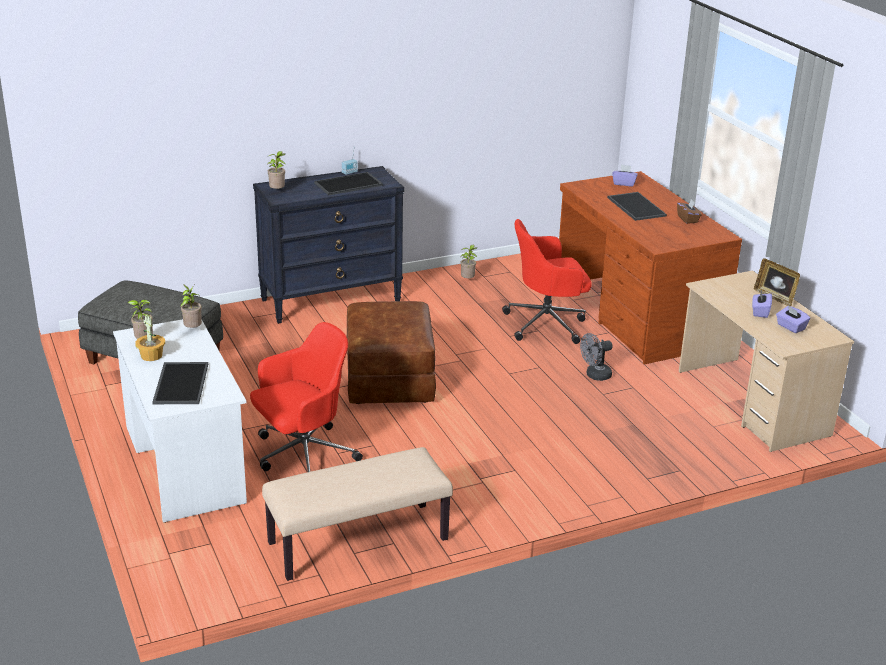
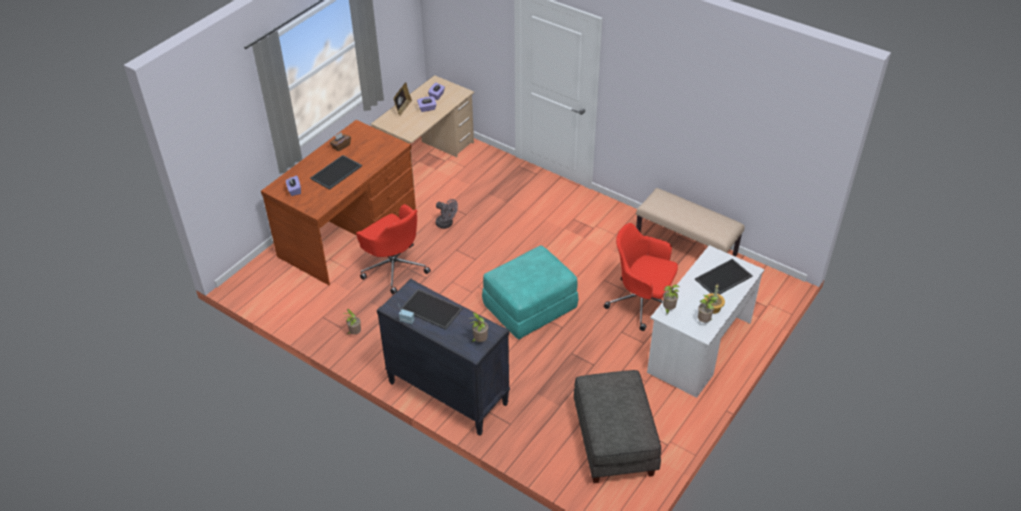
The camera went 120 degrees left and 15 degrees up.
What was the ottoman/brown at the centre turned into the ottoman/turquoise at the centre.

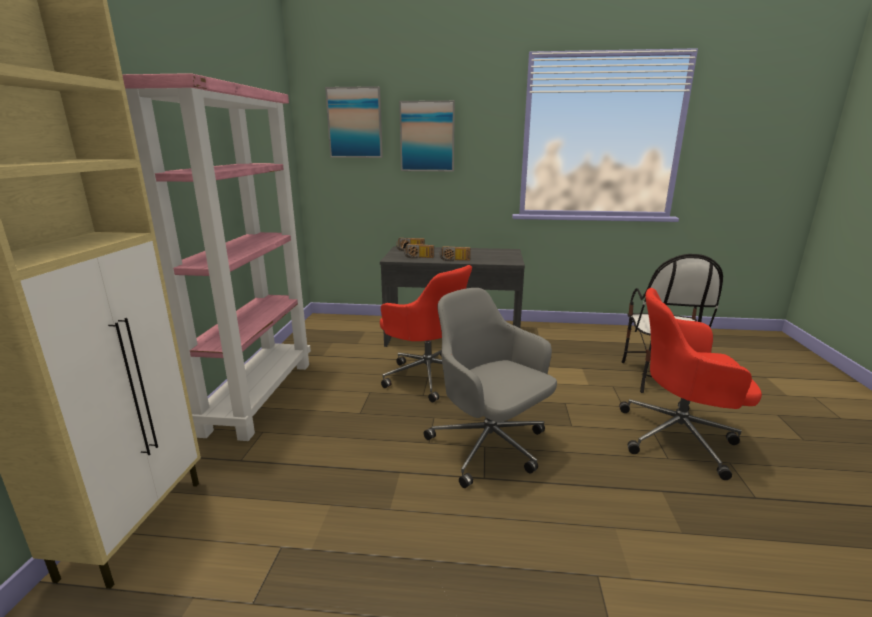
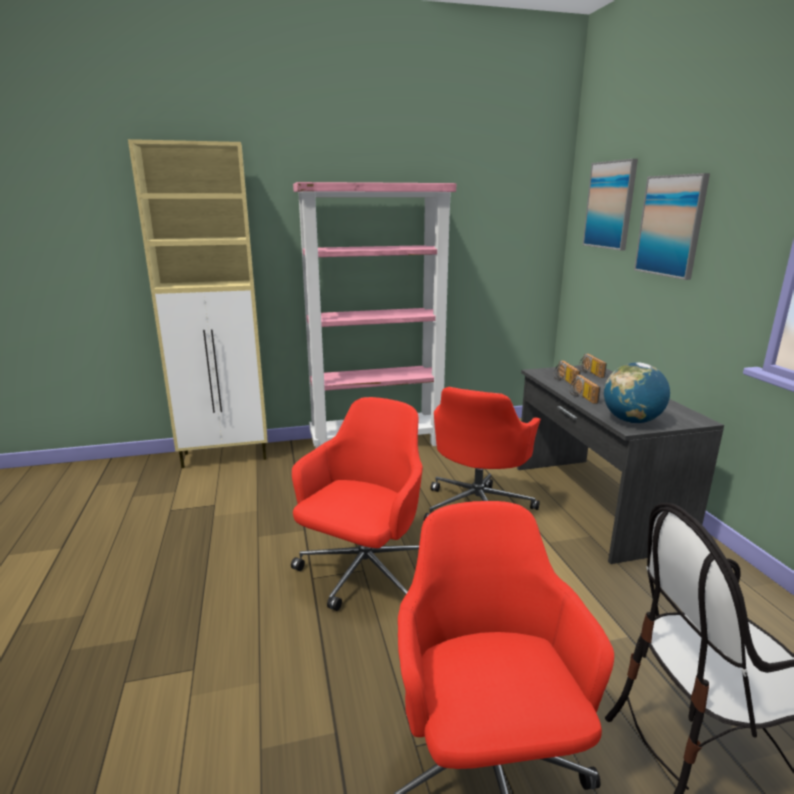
The camera went 70 degrees right and 0 degrees up.
What was the office chair/grey at the centre turned into the office chair/red (no. 1 from left) at the centre.
The second view gained the globe at the middle right.

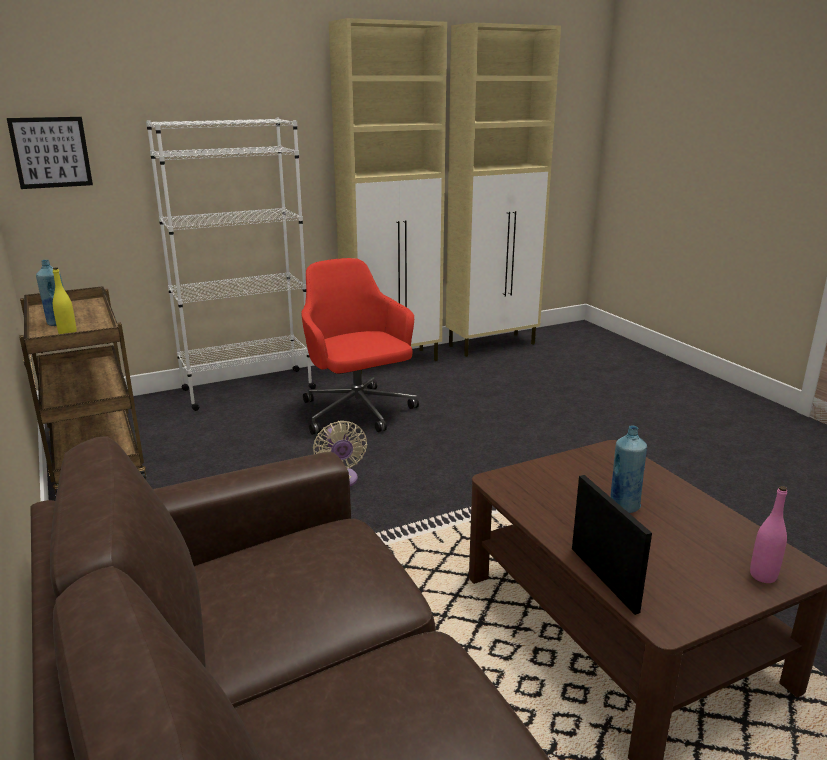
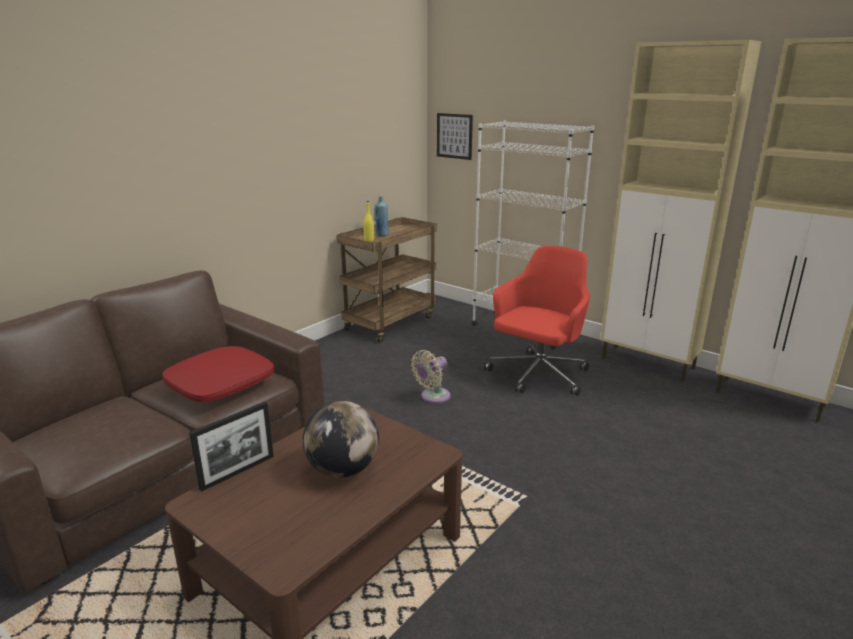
The camera went 65 degrees right and 0 degrees up.
The second view gained the pillow/red at the middle left.
Where the bottle/blue (no. 2 from left) stood at the middle right, the globe came to stand at the bottom centre.
The second view lost the bottle/pink at the bottom right.

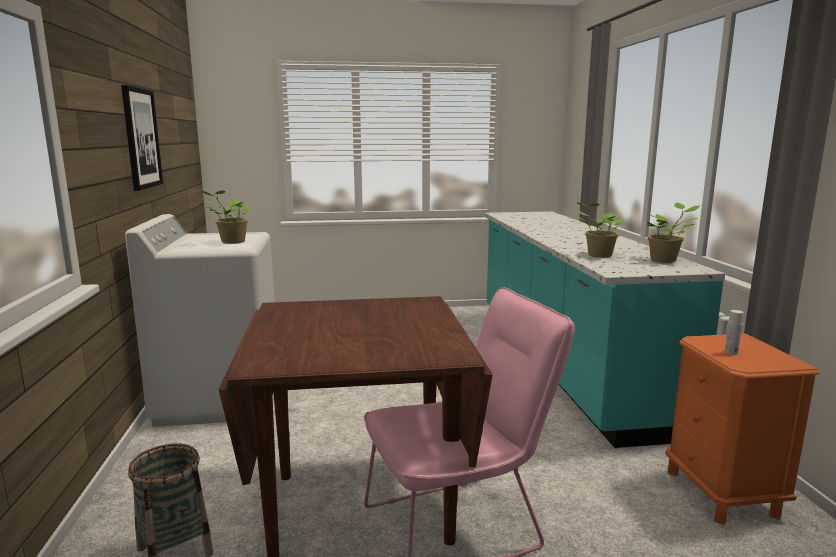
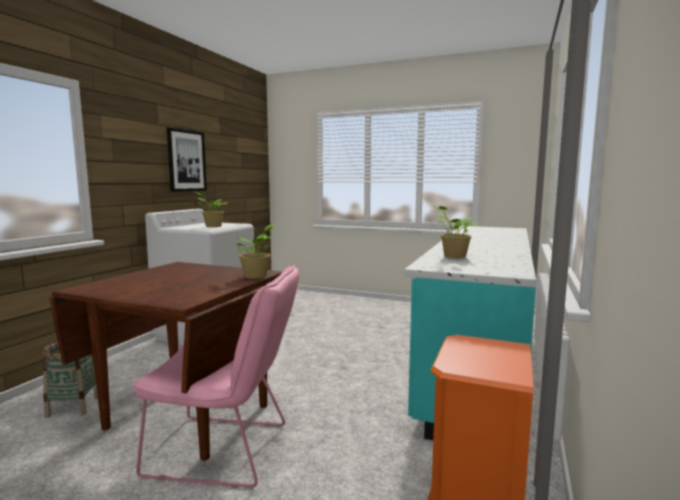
The camera went 30 degrees right and 5 degrees down.
The potted plant (no. 3 from left in the first image) ended up elsewhere, having gone from the middle right to the centre.
The second view lost the bottle/white at the middle right.

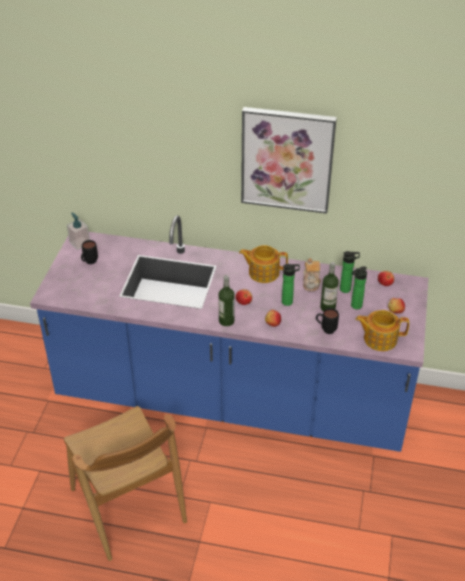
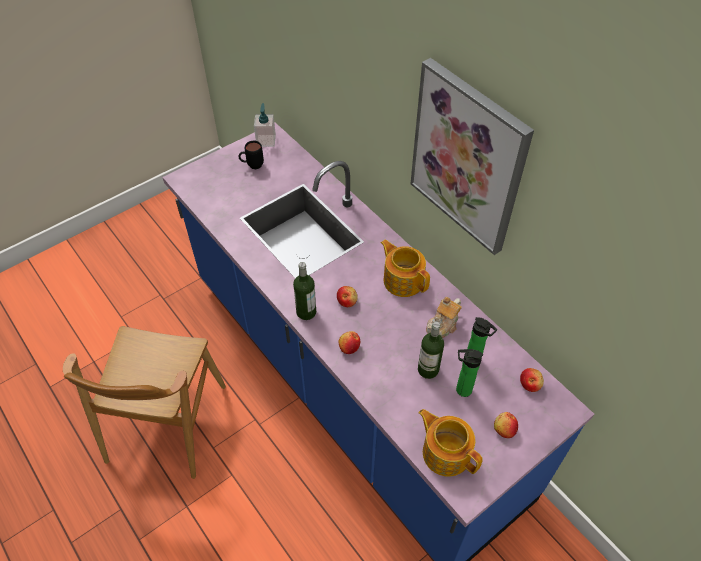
The camera went 40 degrees right and 10 degrees up.
The second view lost the bottle (no. 2 from left) at the centre.
The second view lost the mug/black (no. 2 from left) at the middle right.

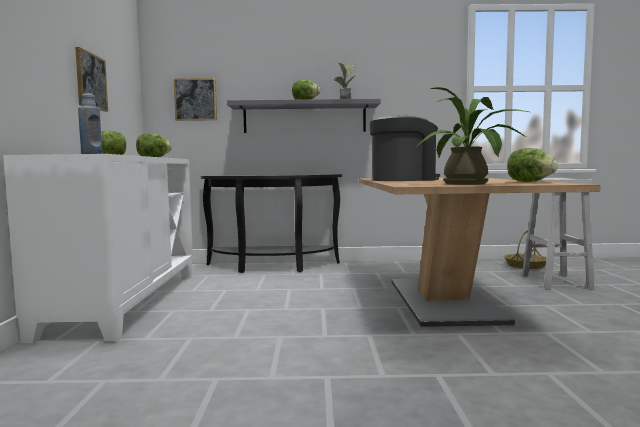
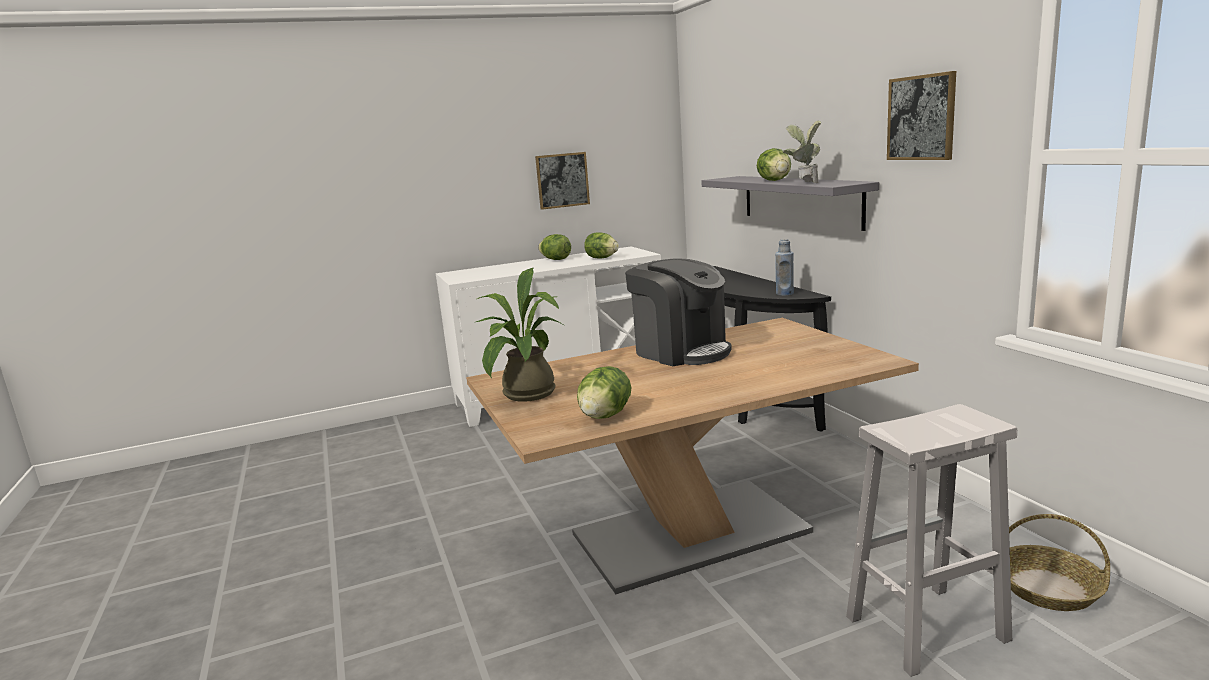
The camera went 70 degrees right and 10 degrees up.
The bottle/blue ended up elsewhere, having gone from the top left to the centre.
The picture (no. 2 from left) ended up elsewhere, having gone from the top left to the top right.

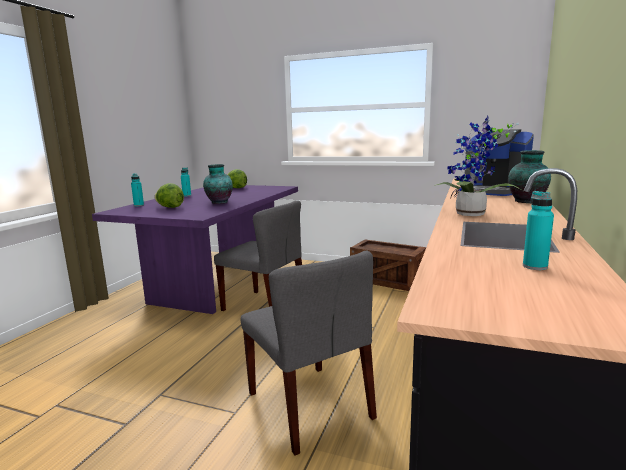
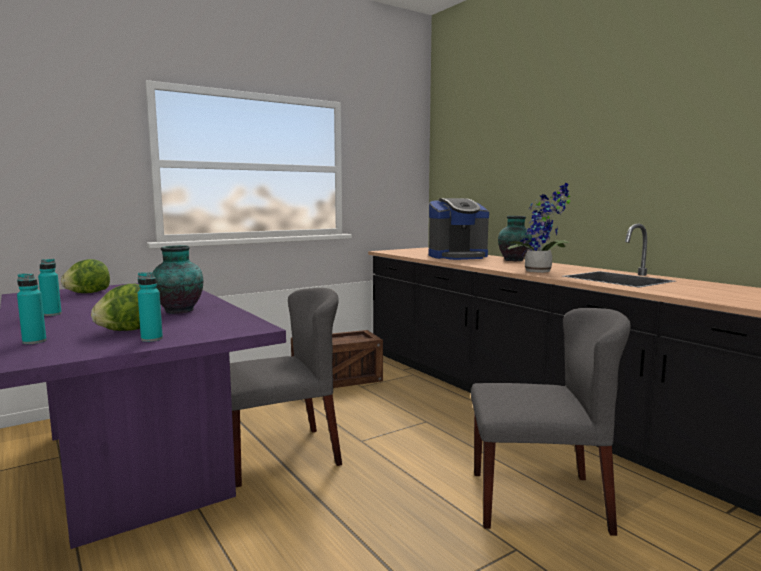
The camera went 55 degrees left and 5 degrees down.
The bottle/turquoise (no. 3 from left) ended up elsewhere, having gone from the middle right to the middle left.

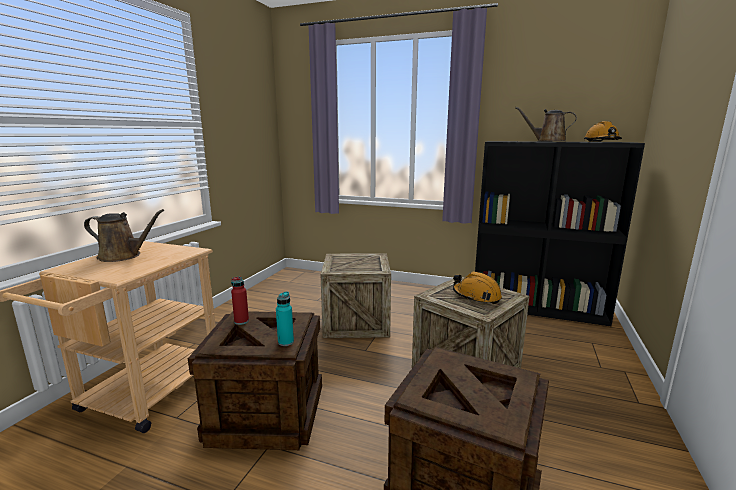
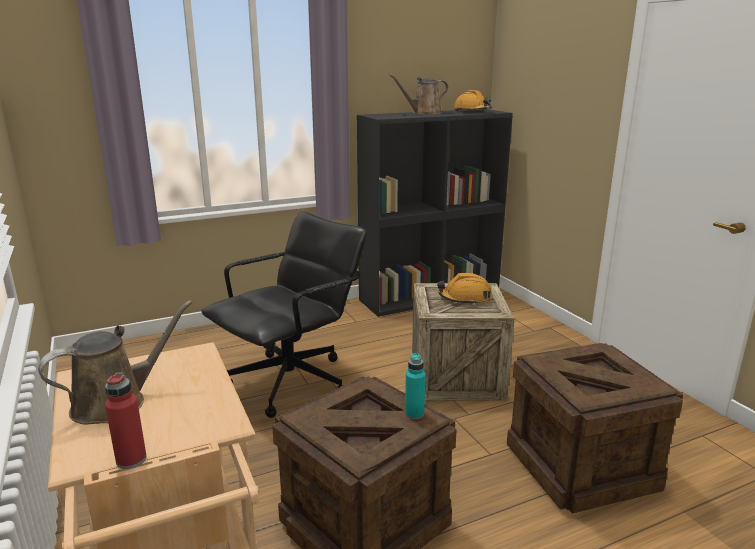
The camera went 45 degrees left and 5 degrees up.
The bottle/red ended up elsewhere, having gone from the middle left to the bottom left.
Where the crate (no. 2 from left) stood at the centre, the office chair/black came to stand at the centre.

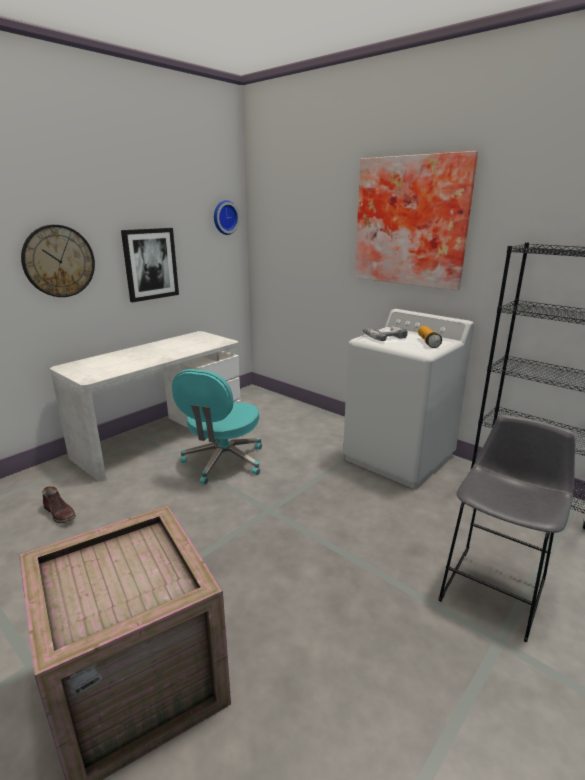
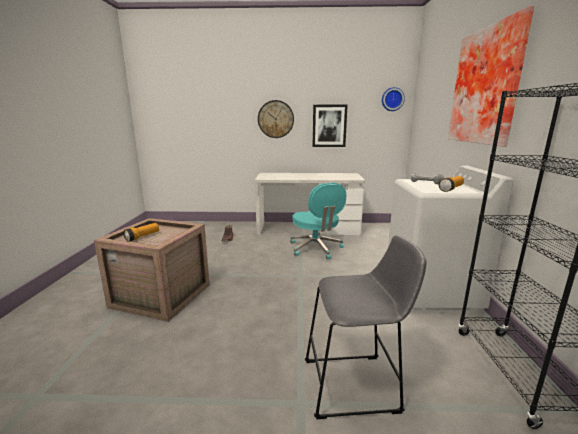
The camera went 50 degrees right and 5 degrees down.
The second view gained the flashlight (no. 1 from left) at the middle left.
The office chair/turquoise at the centre ended up facing another way, 90 degrees counterclockwise from before.

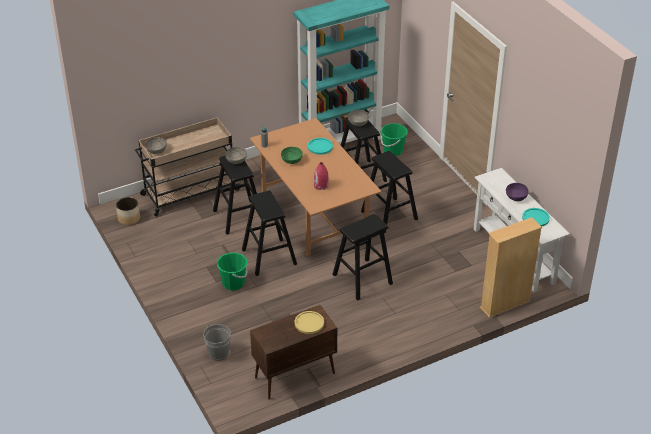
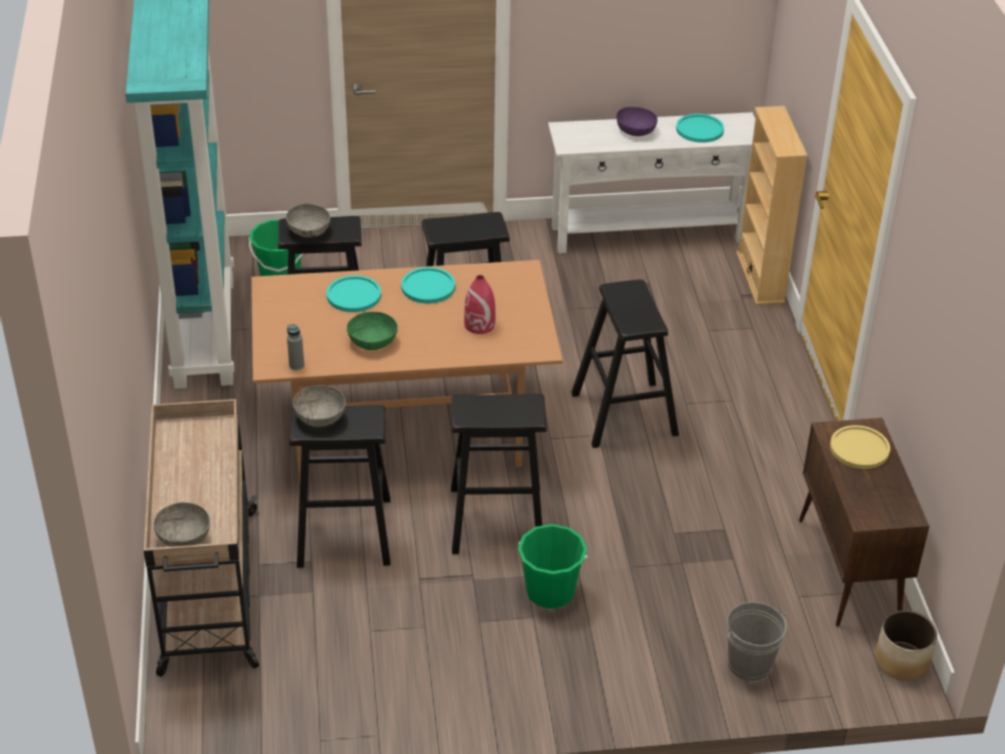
The camera went 70 degrees left and 0 degrees up.
The second view gained the plate/turquoise (no. 2 from left) at the centre.
The planter ended up elsewhere, having gone from the middle left to the bottom right.

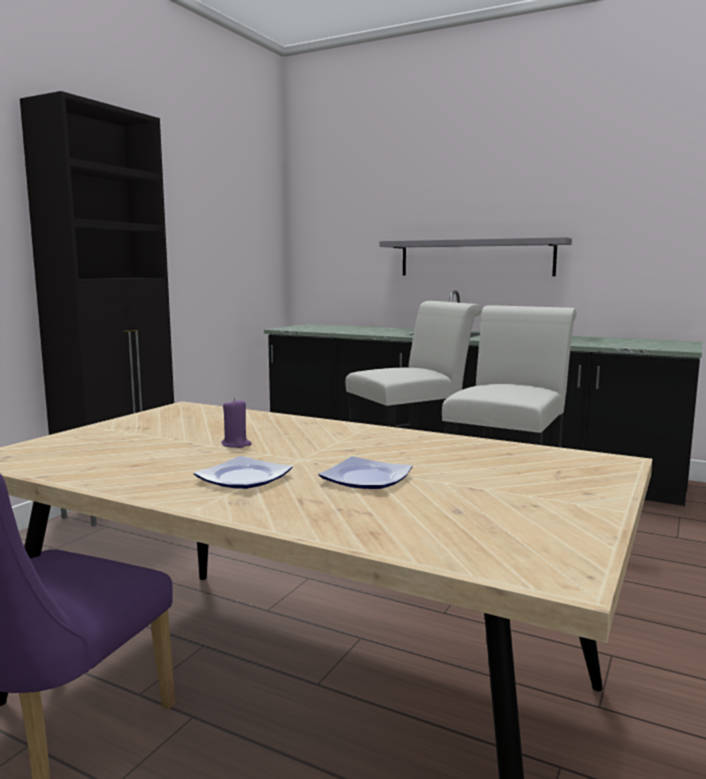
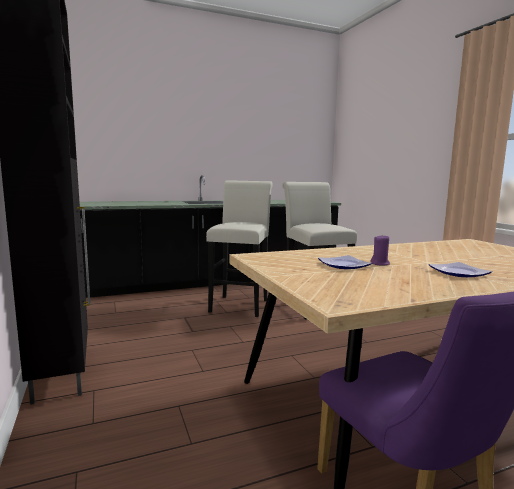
The camera went 50 degrees left and 0 degrees up.
The plate (no. 2 from left in the first image) ended up elsewhere, having gone from the centre to the middle right.
The second view lost the shelf/grey at the top right.

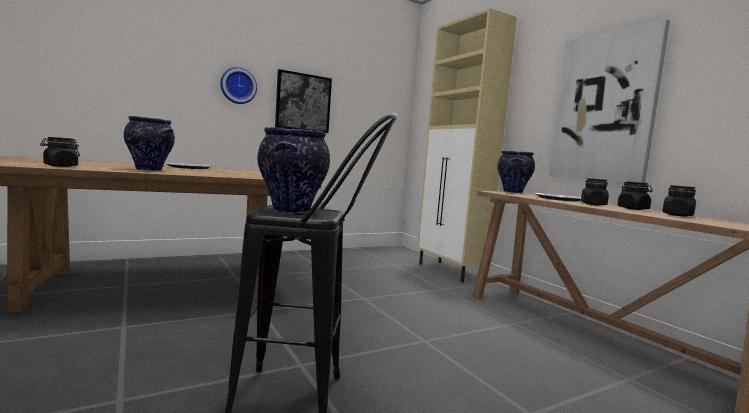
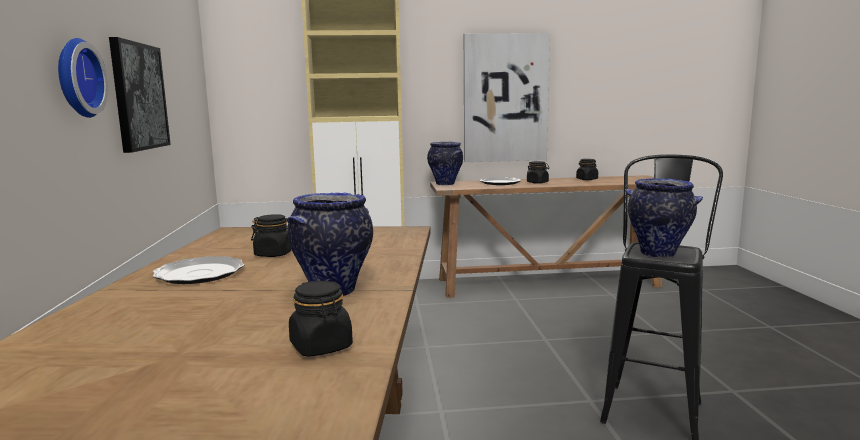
The camera went 65 degrees left and 5 degrees up.
The jar/black (no. 3 from left in the first image) ended up elsewhere, having gone from the middle right to the middle left.

